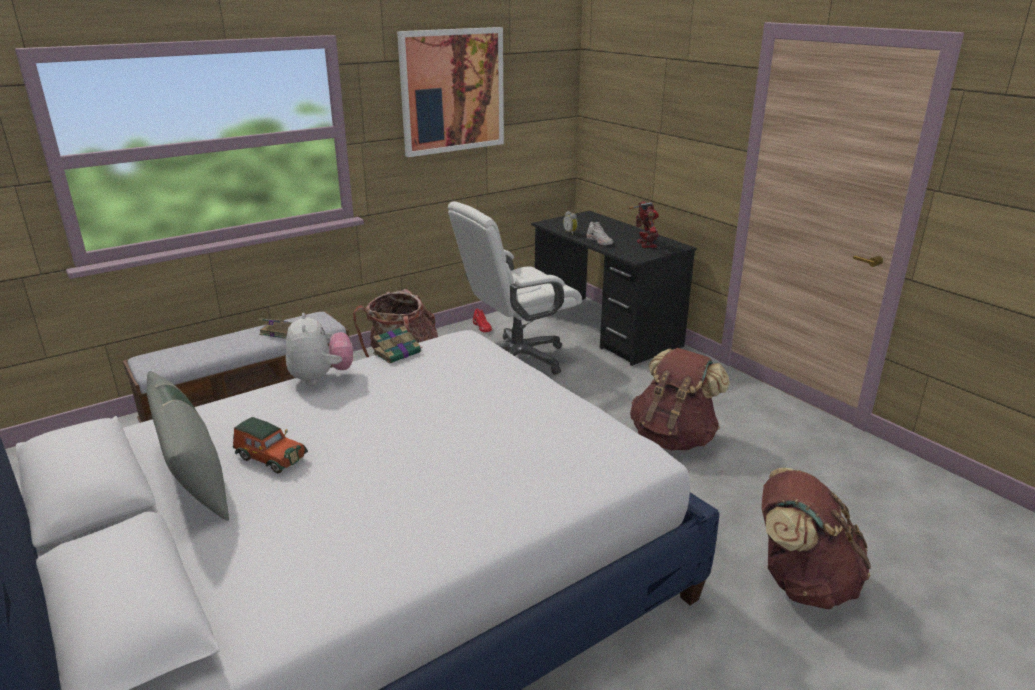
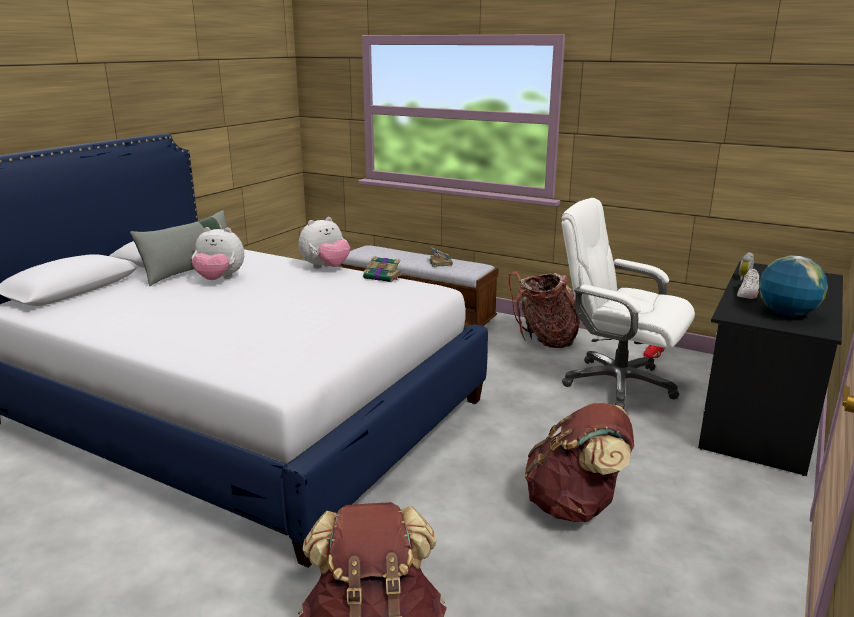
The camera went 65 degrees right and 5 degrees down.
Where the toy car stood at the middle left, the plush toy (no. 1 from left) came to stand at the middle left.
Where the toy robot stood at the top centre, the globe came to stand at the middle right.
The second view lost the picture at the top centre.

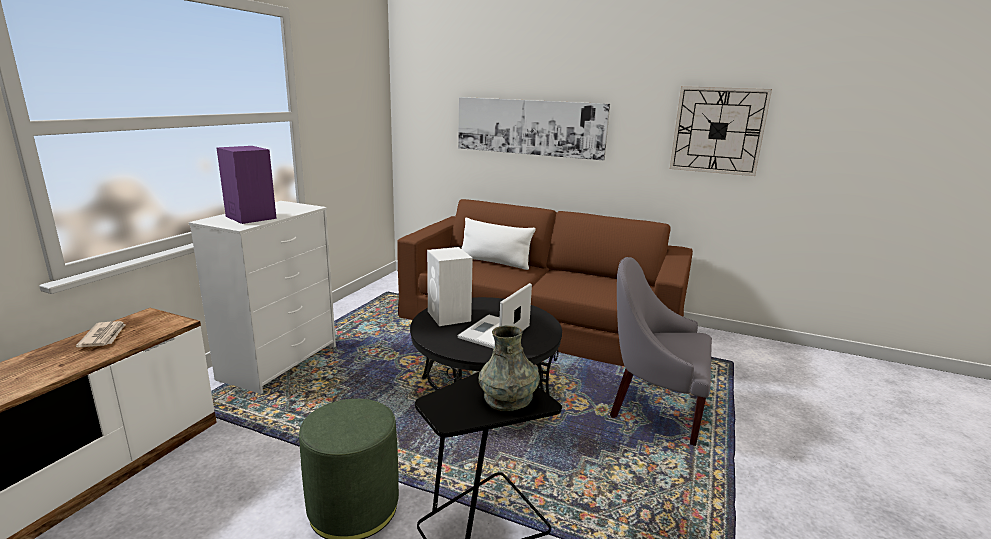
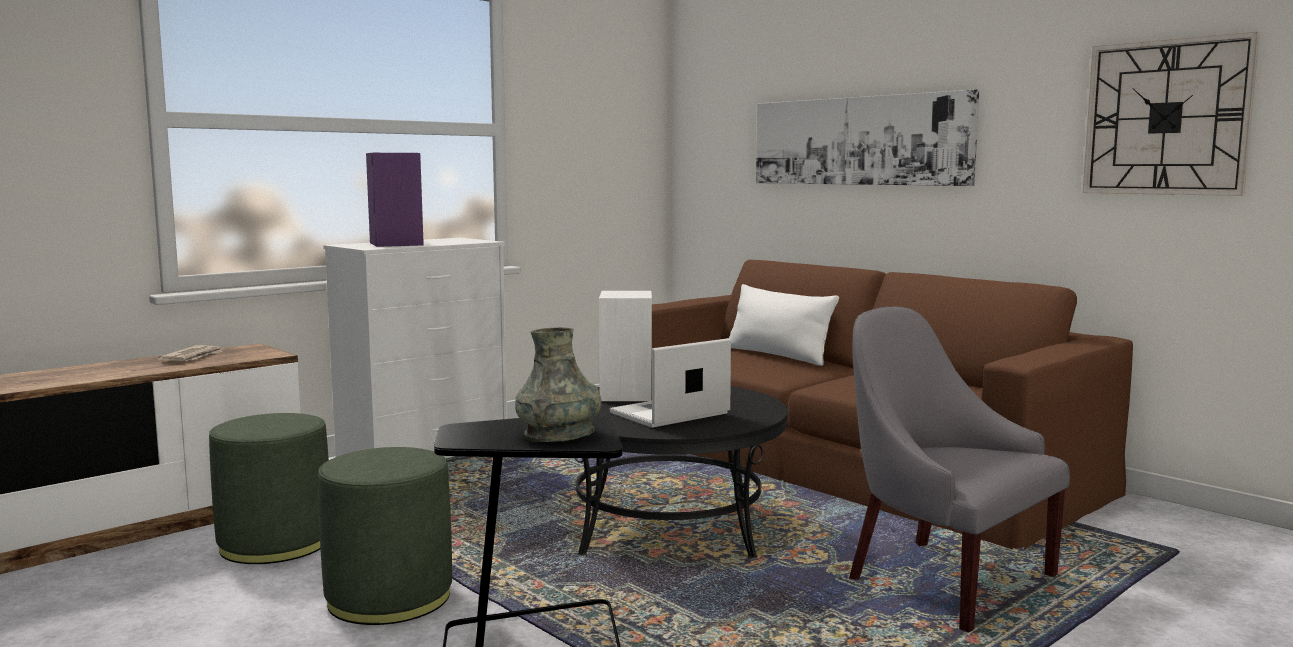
The camera went 25 degrees right and 10 degrees down.
The second view gained the ottoman/green (no. 1 from left) at the bottom left.

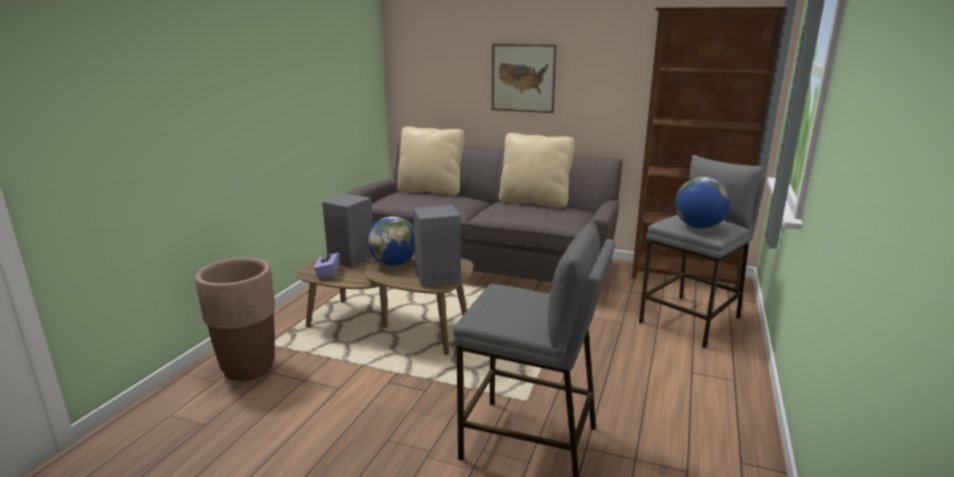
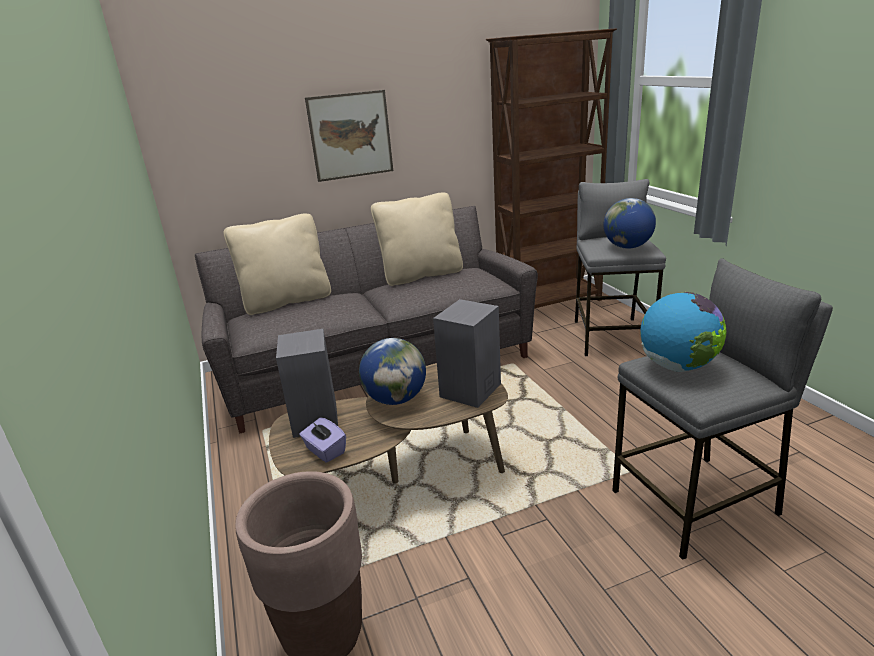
The camera went 40 degrees left and 5 degrees up.
The second view gained the globe (no. 3 from left) at the middle right.

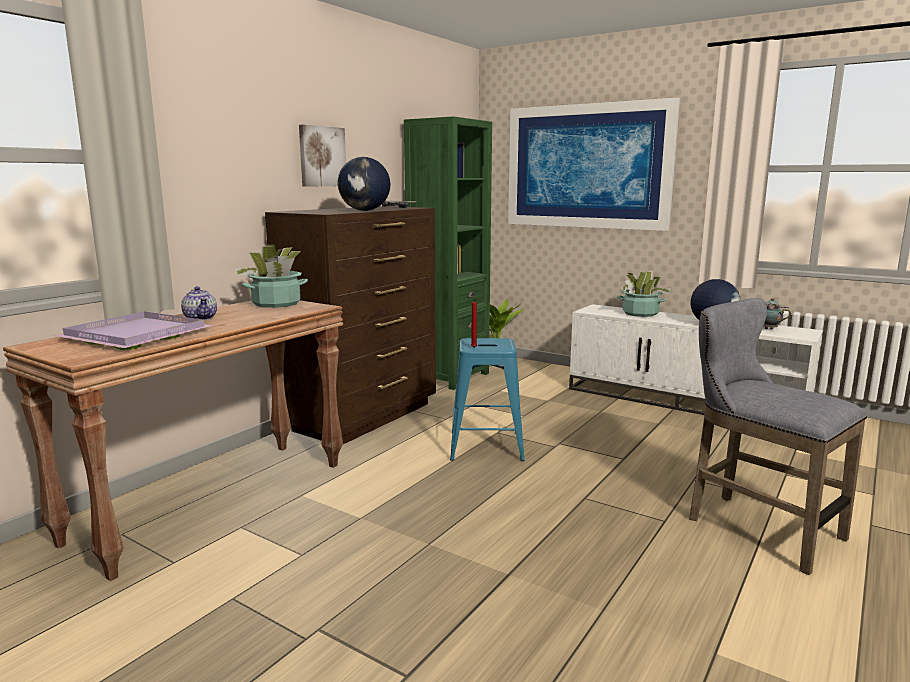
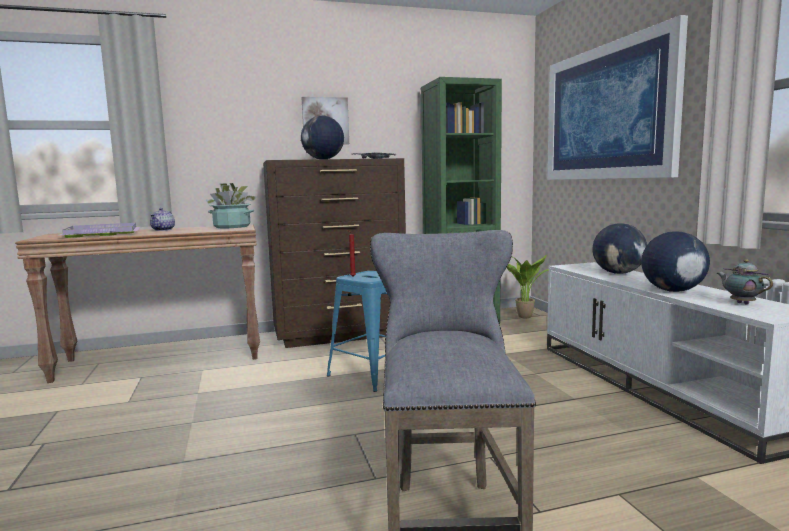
The camera went 40 degrees right and 5 degrees down.
Where the potted plant (no. 3 from left) stood at the middle right, the globe (no. 2 from left) came to stand at the middle right.

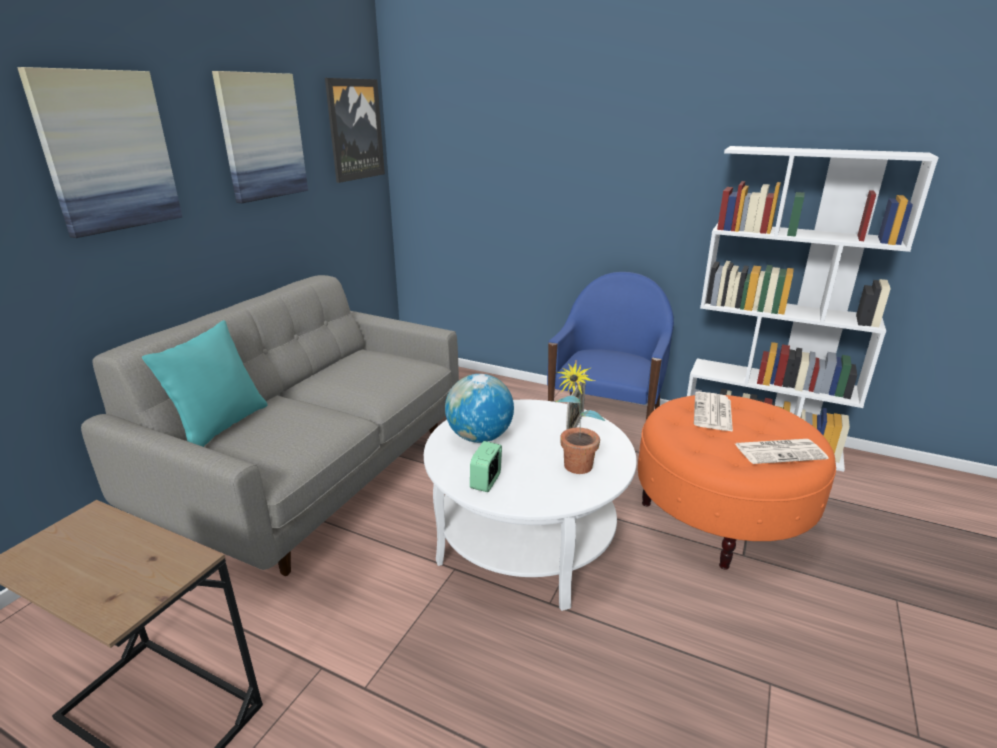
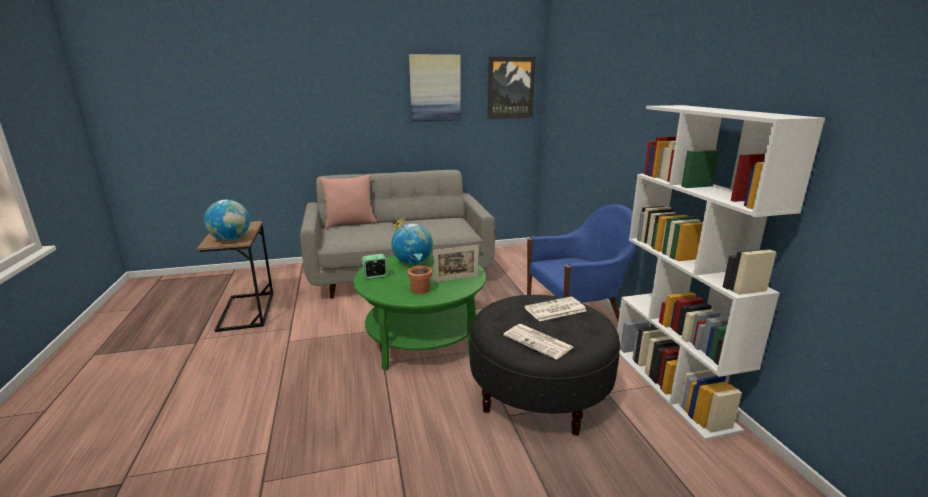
The camera went 50 degrees right and 5 degrees down.
The second view gained the globe (no. 1 from left) at the middle left.
What was the pillow/turquoise at the middle left turned into the pillow/pink at the centre.
What was the coffee table/white at the bottom centre turned into the coffee table/green at the centre.
What was the ottoman/orange at the middle right turned into the ottoman/black at the bottom centre.
The second view lost the picture (no. 1 from left) at the top left.

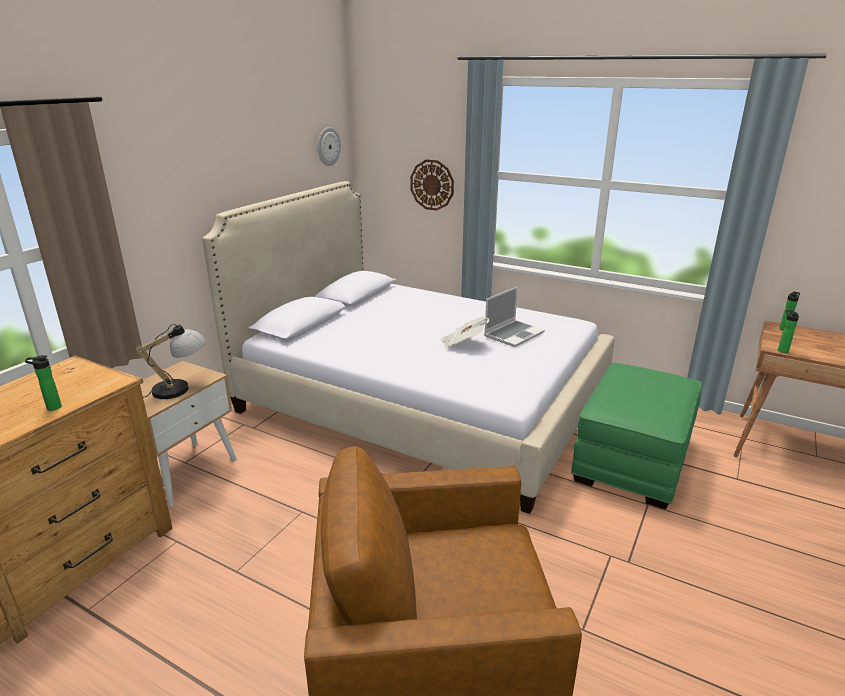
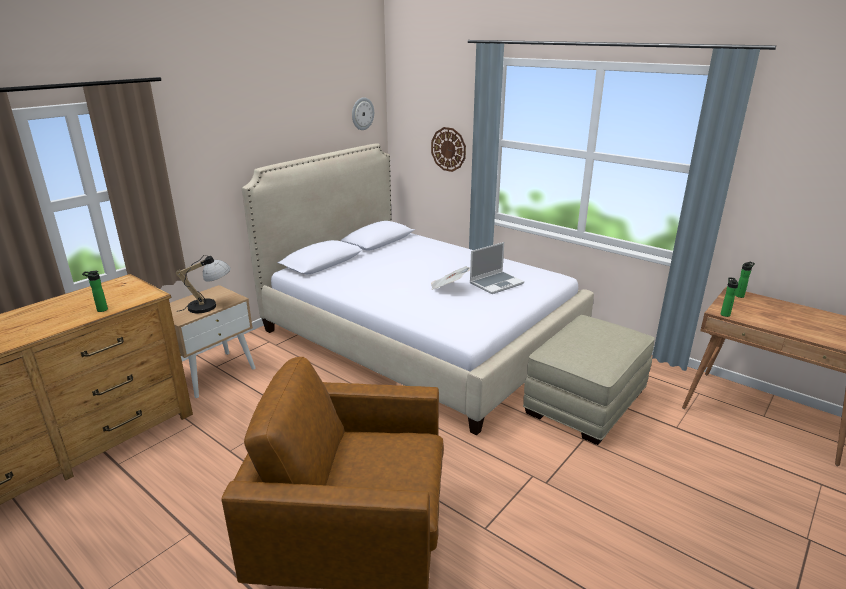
The camera went 10 degrees right and 0 degrees up.
What was the ottoman/green at the middle right turned into the ottoman/beige at the middle right.

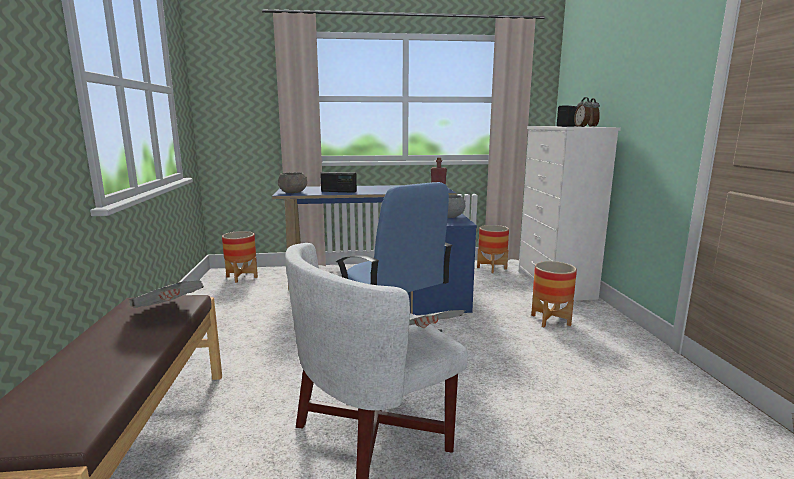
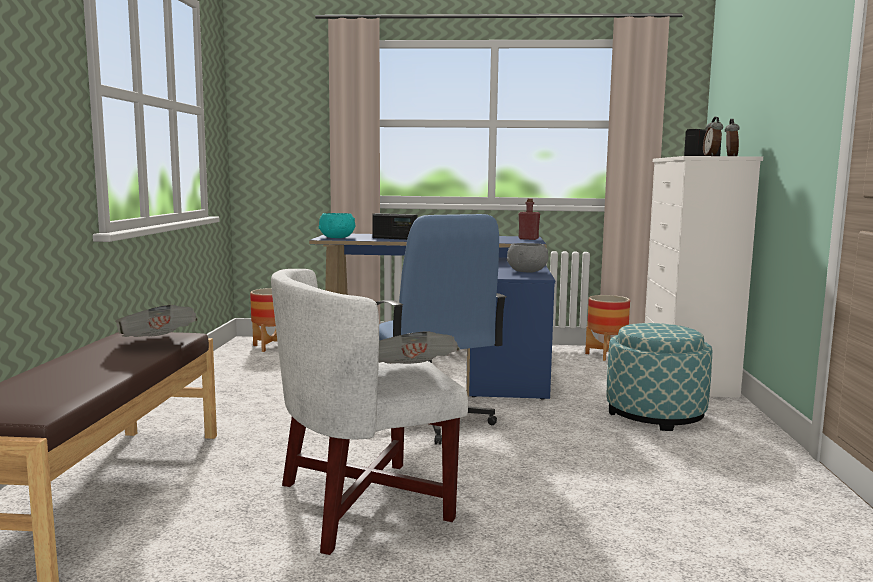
The camera went 10 degrees right and 5 degrees down.
What was the bowl/grey (no. 1 from left) at the centre turned into the bowl/turquoise at the centre.
Where the planter (no. 3 from left) stood at the middle right, the ottoman came to stand at the middle right.

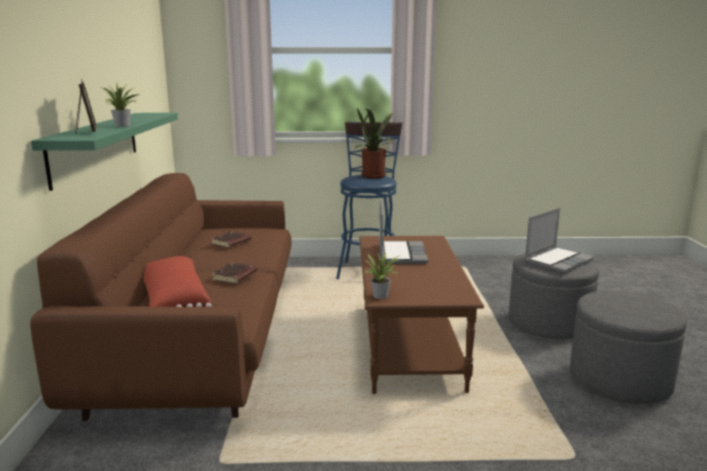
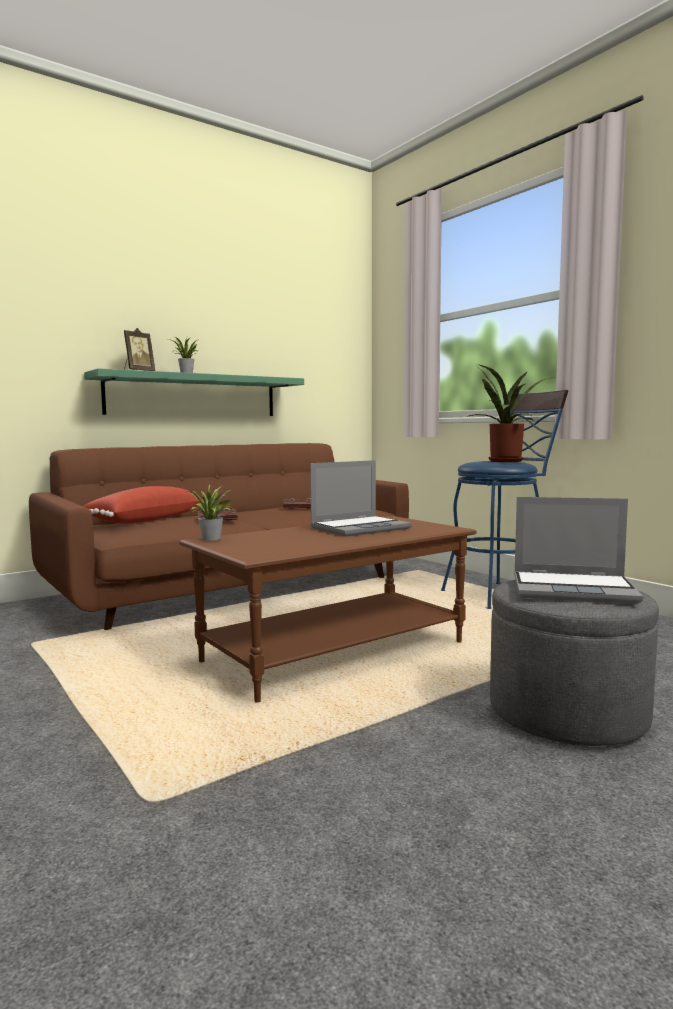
The camera went 55 degrees right and 10 degrees down.
The second view lost the ottoman/grey (no. 2 from left) at the bottom right.

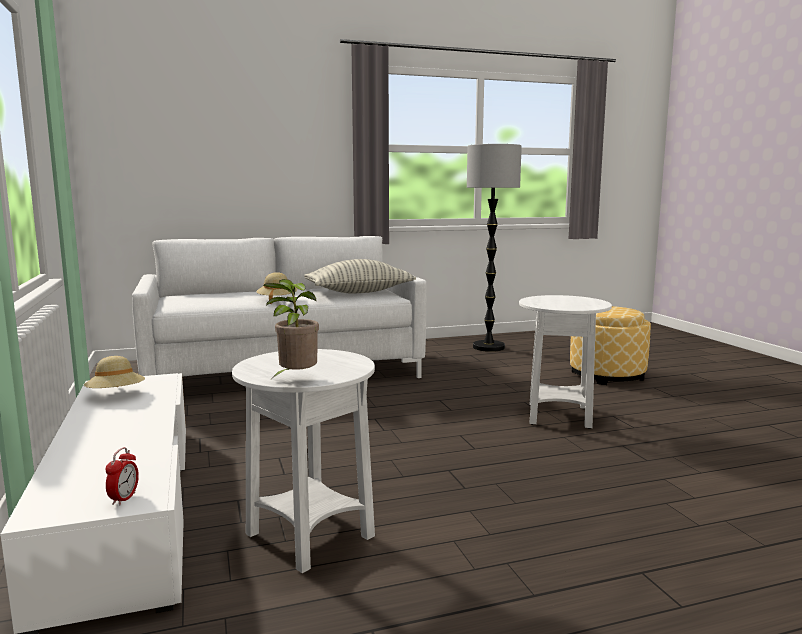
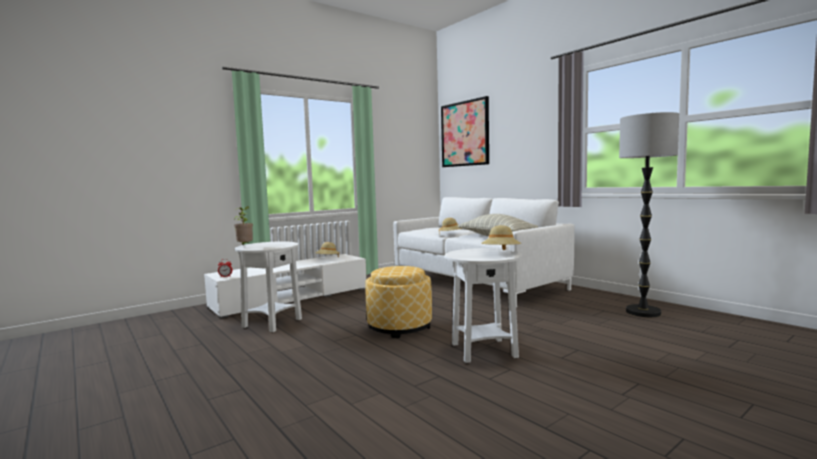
The camera went 70 degrees right and 5 degrees down.
The ottoman ended up elsewhere, having gone from the middle right to the centre.
The second view gained the picture at the top centre.
The second view gained the hat/beige (no. 3 from left) at the centre.

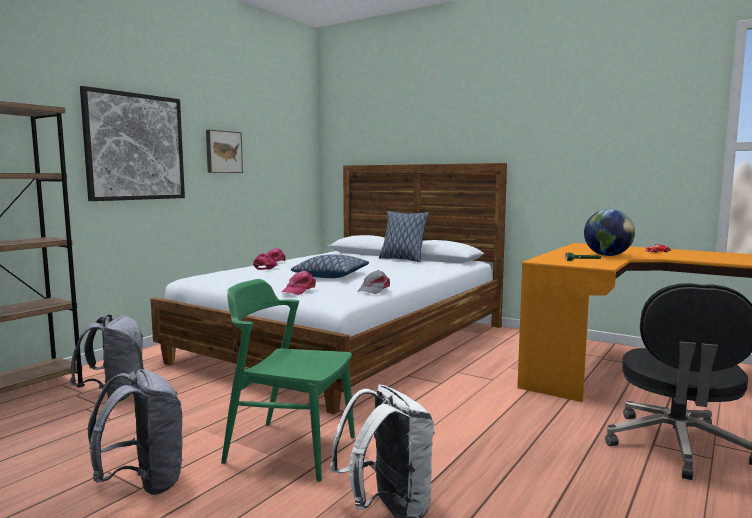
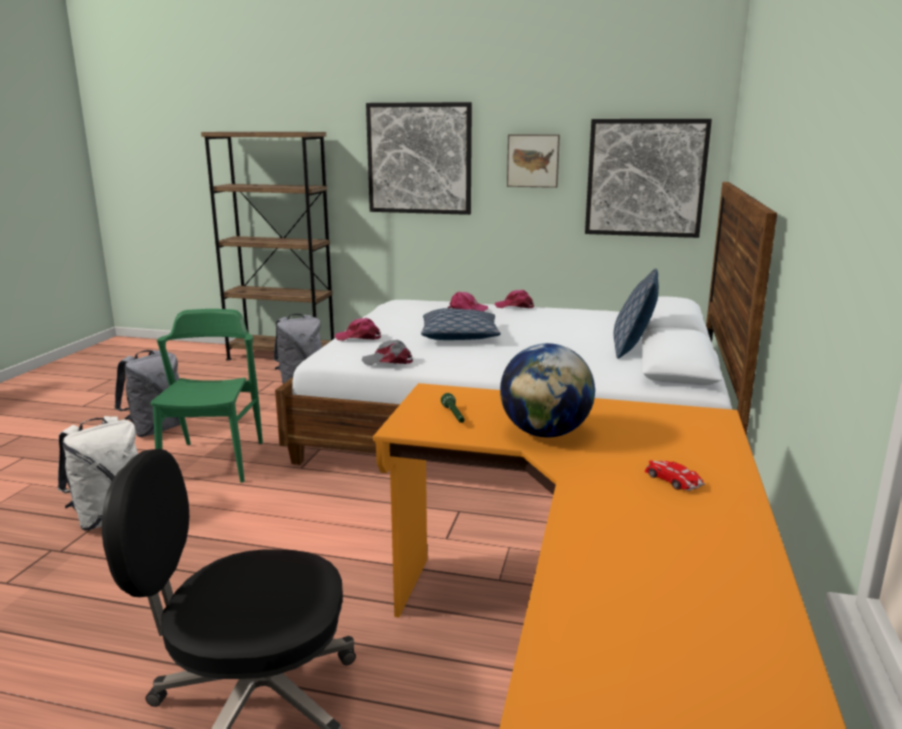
The camera went 70 degrees right and 10 degrees up.
The second view gained the picture (no. 3 from left) at the top right.

